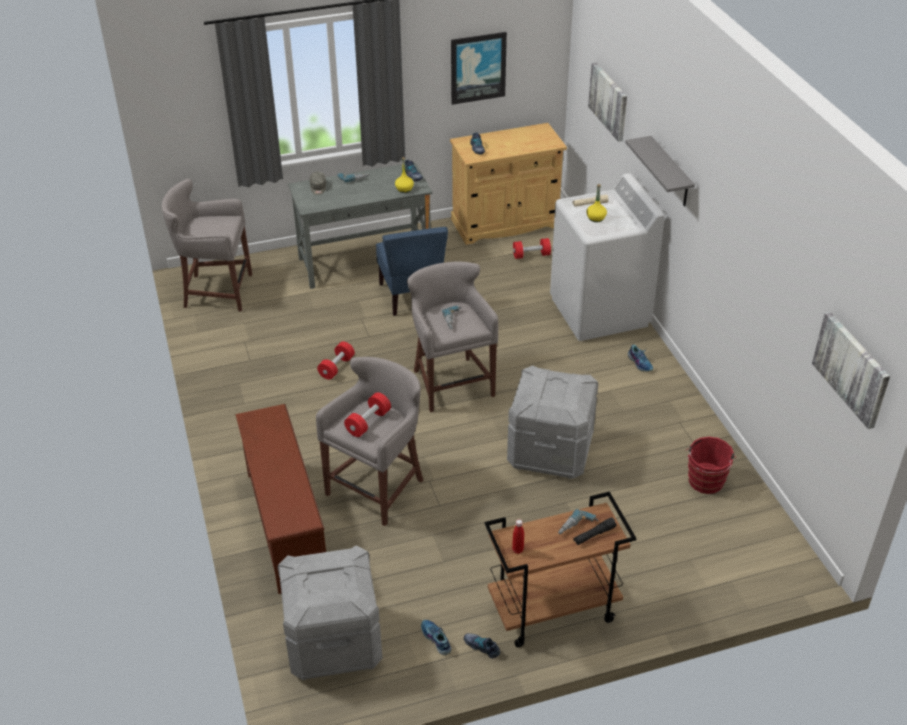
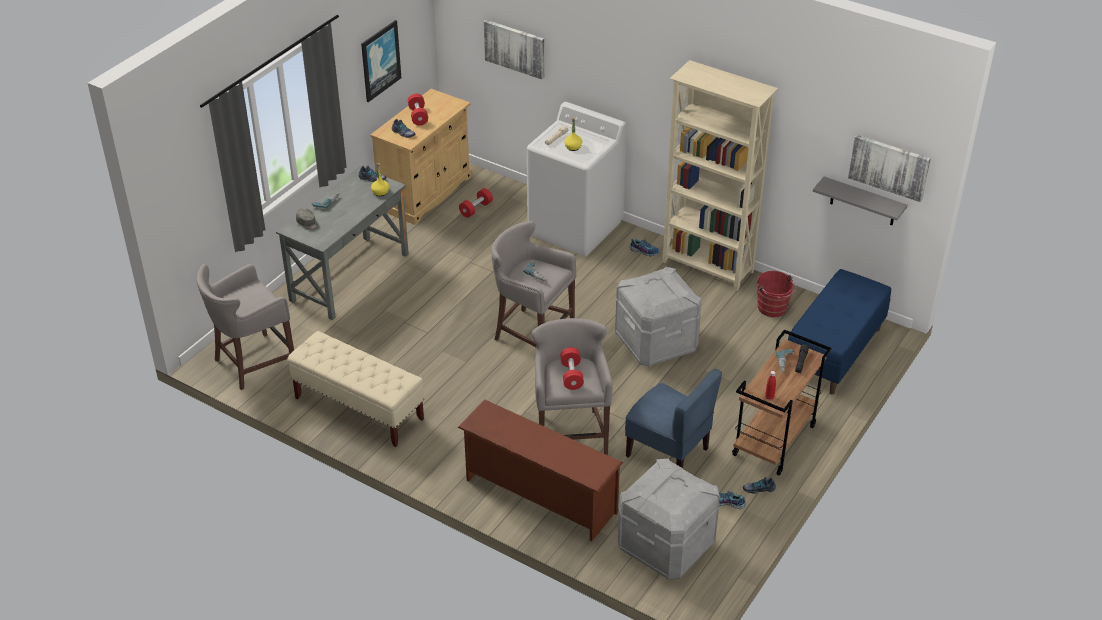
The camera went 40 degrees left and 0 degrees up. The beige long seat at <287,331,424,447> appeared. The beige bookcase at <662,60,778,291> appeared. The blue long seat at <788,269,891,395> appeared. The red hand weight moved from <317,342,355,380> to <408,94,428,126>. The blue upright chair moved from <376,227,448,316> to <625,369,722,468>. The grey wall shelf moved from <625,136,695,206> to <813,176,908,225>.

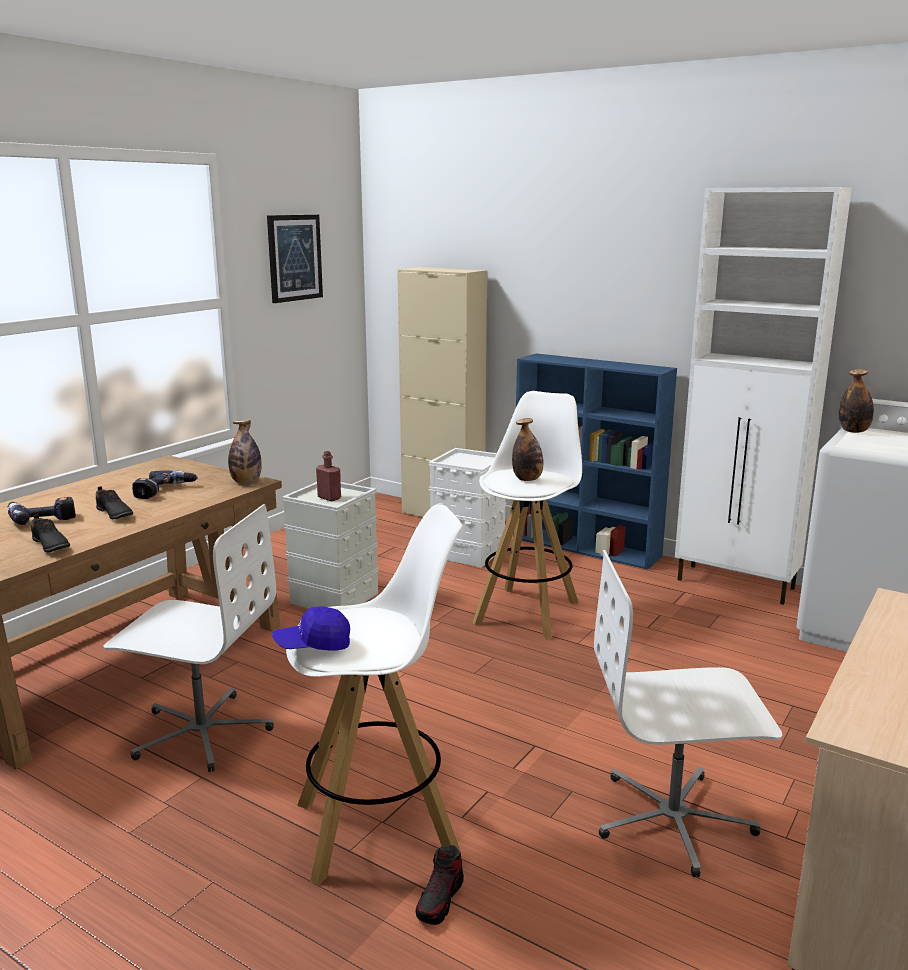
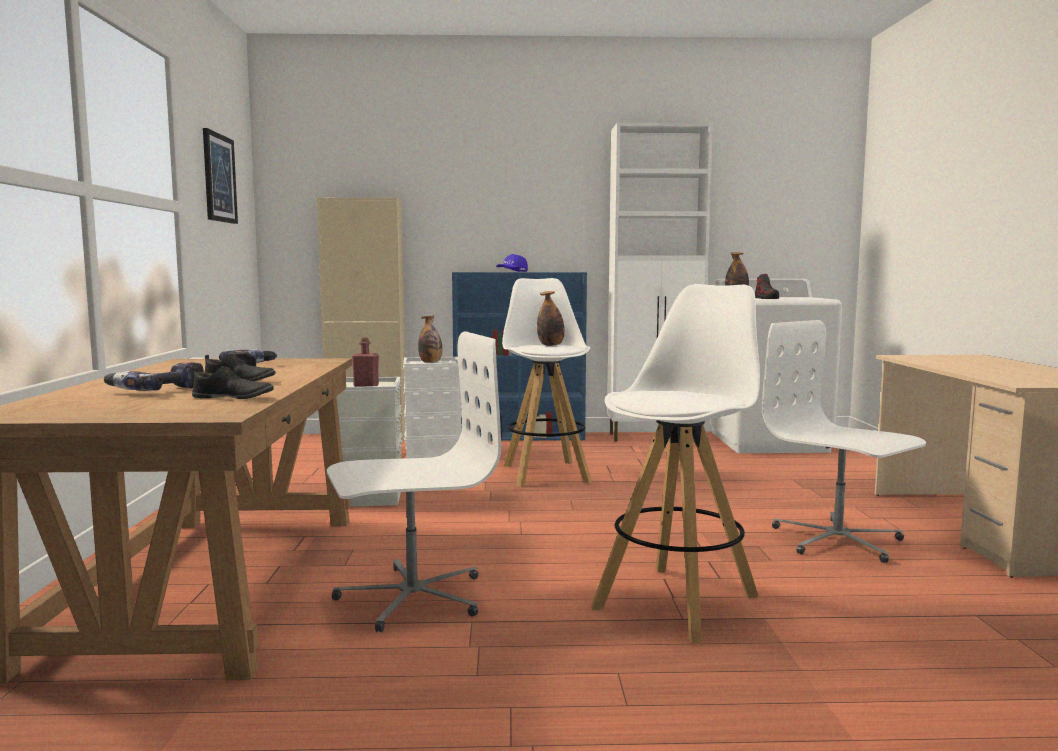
The camera went 35 degrees left and 10 degrees down. The beverage bottle moved from <228,420,262,484> to <418,315,442,363>. The blue peaked cap moved from <272,606,350,651> to <496,254,528,272>. The item of footwear moved from <416,845,464,925> to <755,274,779,299>. The white-coloured desk chair at <594,550,782,877> turned 90 degrees clockwise.

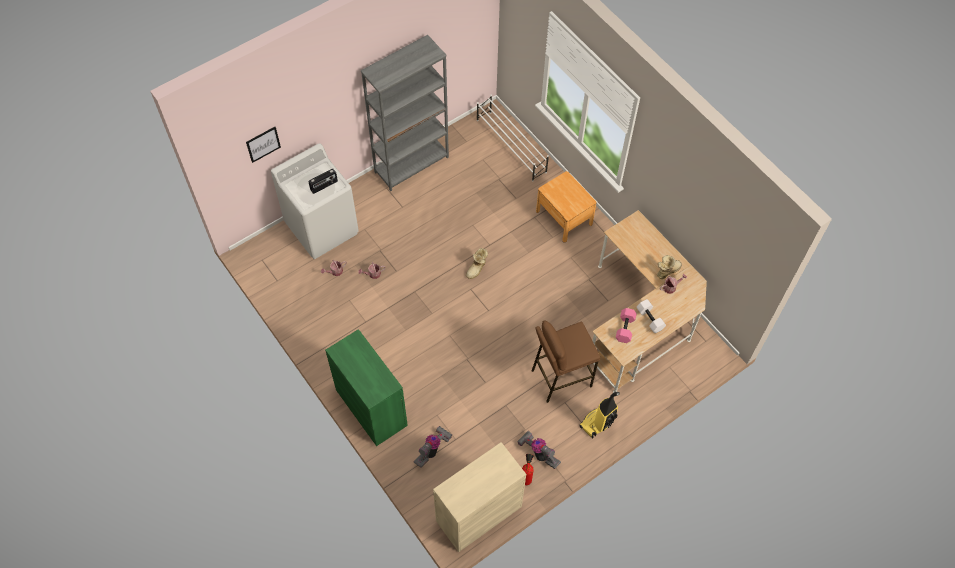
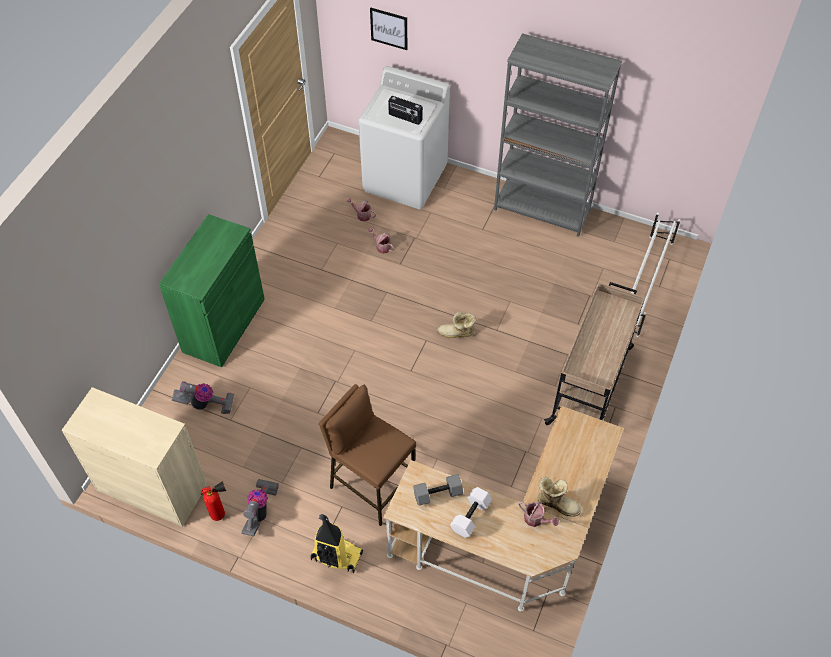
The camera went 60 degrees right and 5 degrees down. The brown night table at <536,171,597,243> was replaced by the beige cart at <544,282,645,425>. The pink-coloured hand weight at <616,308,637,343> became the grey hand weight at <413,474,463,505>.

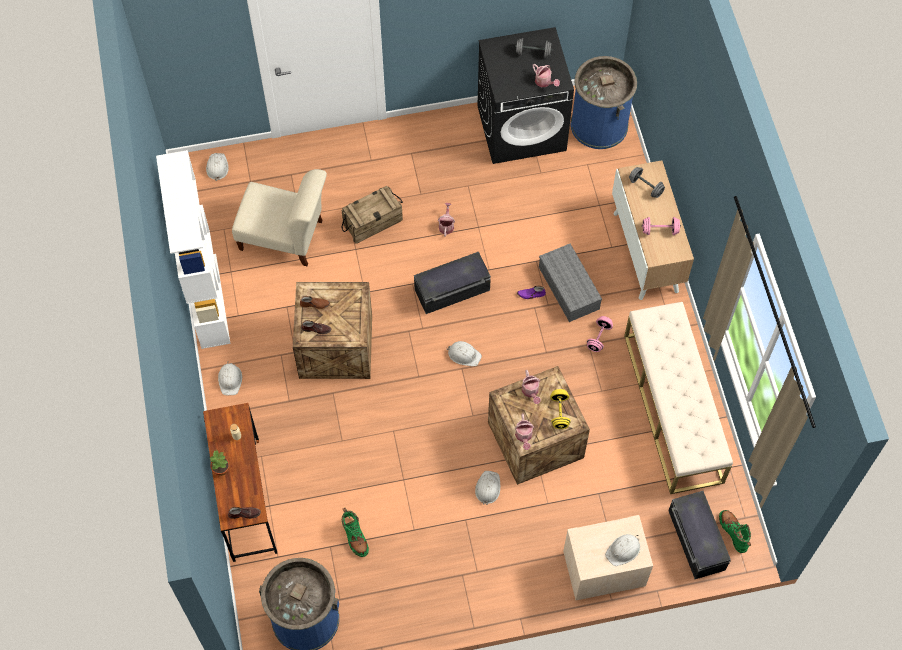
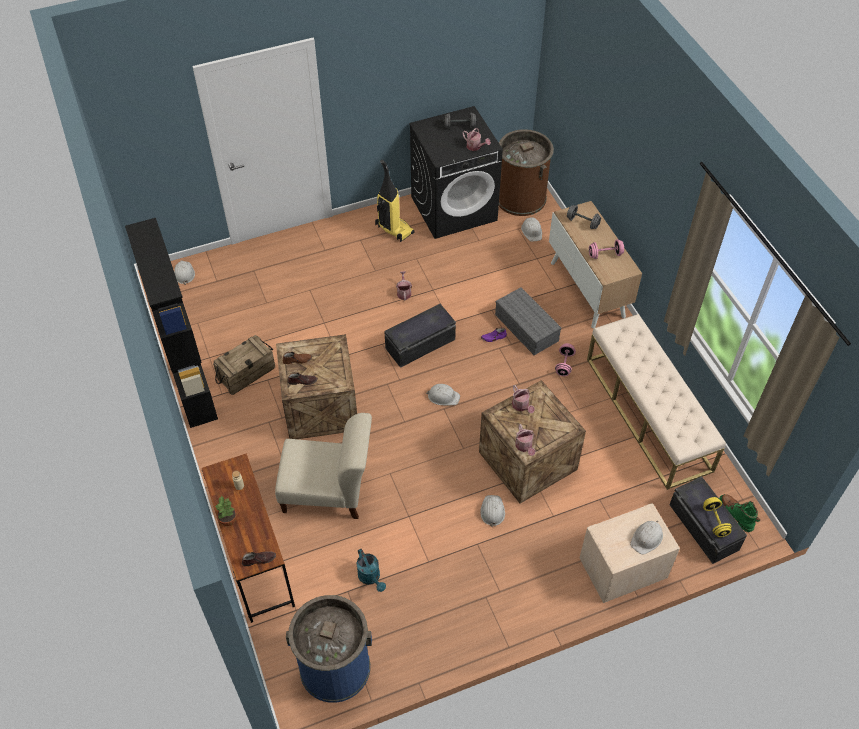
The camera went 10 degrees left and 10 degrees down. The hoover at <375,160,415,242> appeared. The white-coloured hard hat moved from <218,361,242,395> to <521,217,542,242>. The beige upright chair moved from <232,169,327,266> to <275,413,372,519>. The shipping crate moved from <341,186,403,244> to <213,335,275,395>. The yellow-coloured hand weight moved from <550,389,571,429> to <703,497,732,537>. The green-coloured high-top boot at <342,508,369,557> was replaced by the turquoise-coloured sprinkling can at <357,549,386,592>. The white-coloured bookcase at <156,150,231,349> became the black bookcase at <125,218,218,428>. The blue rubbish bin at <571,56,637,149> became the brown rubbish bin at <499,129,554,216>.

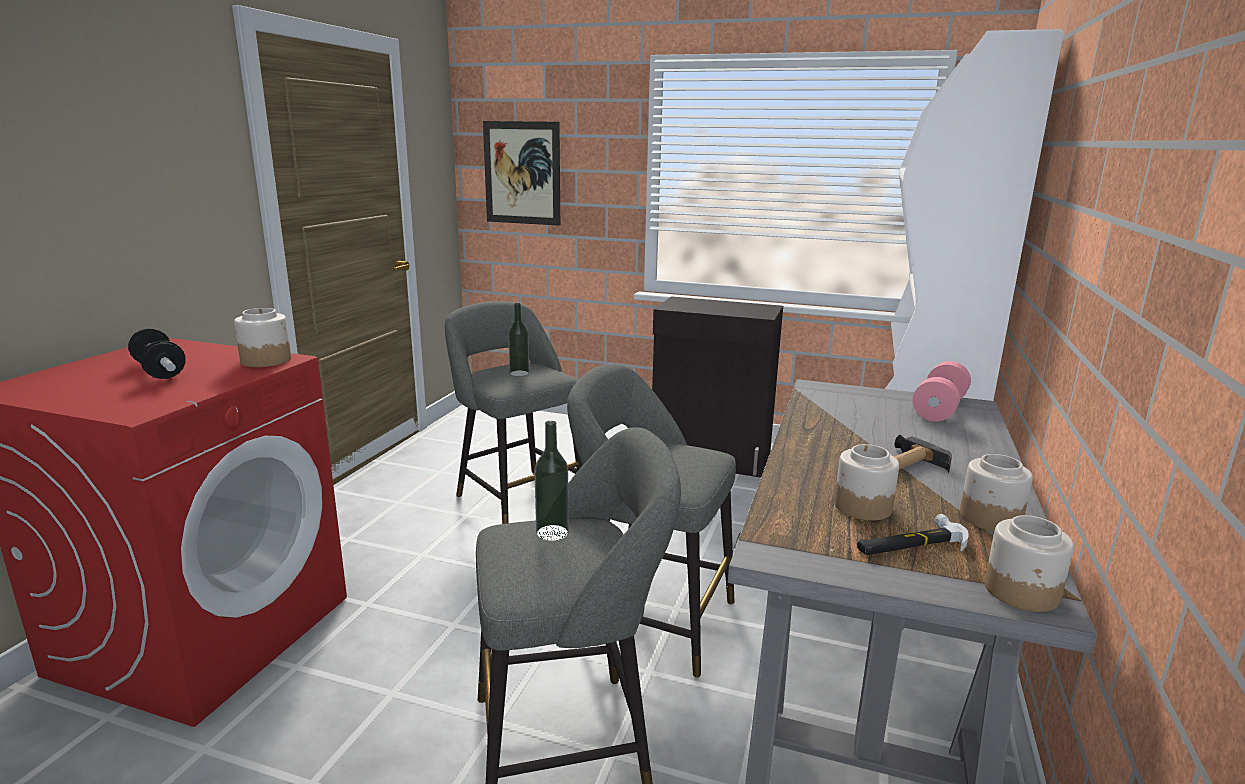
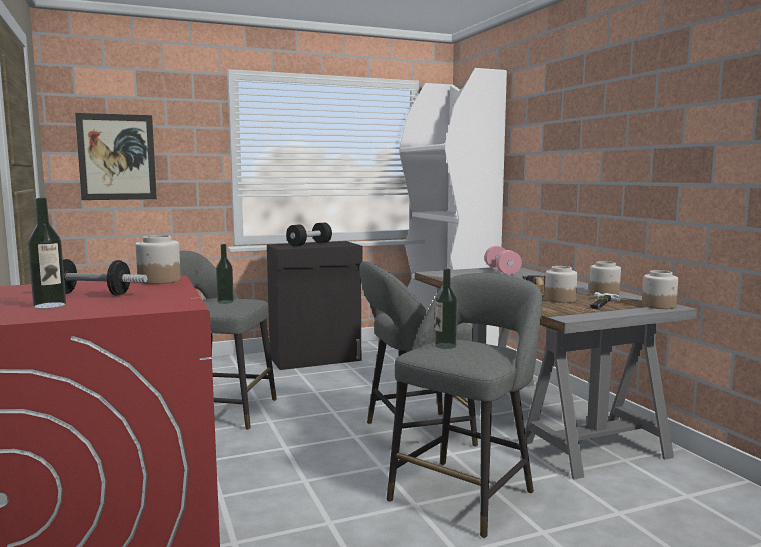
The camera went 40 degrees left and 10 degrees down. The beverage bottle at <28,198,66,309> appeared. The black hand weight at <286,223,332,246> appeared.

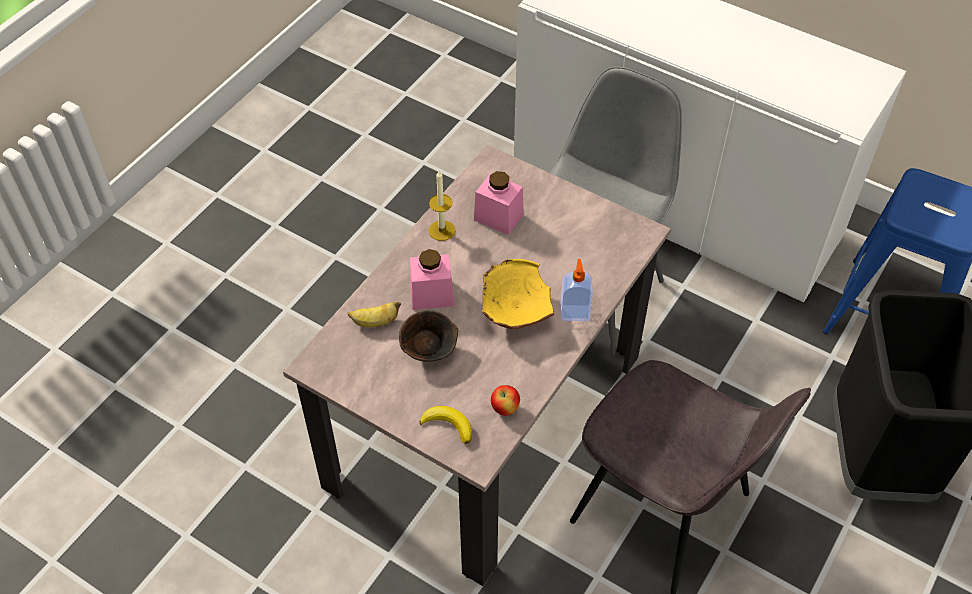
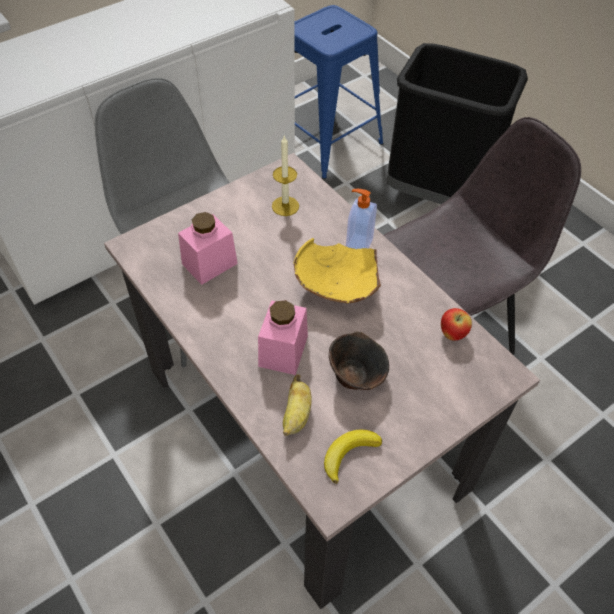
The camera went 70 degrees left and 0 degrees up. The whole banana moved from <419,406,472,444> to <324,429,382,484>. The wax light moved from <429,171,456,241> to <272,136,299,216>.

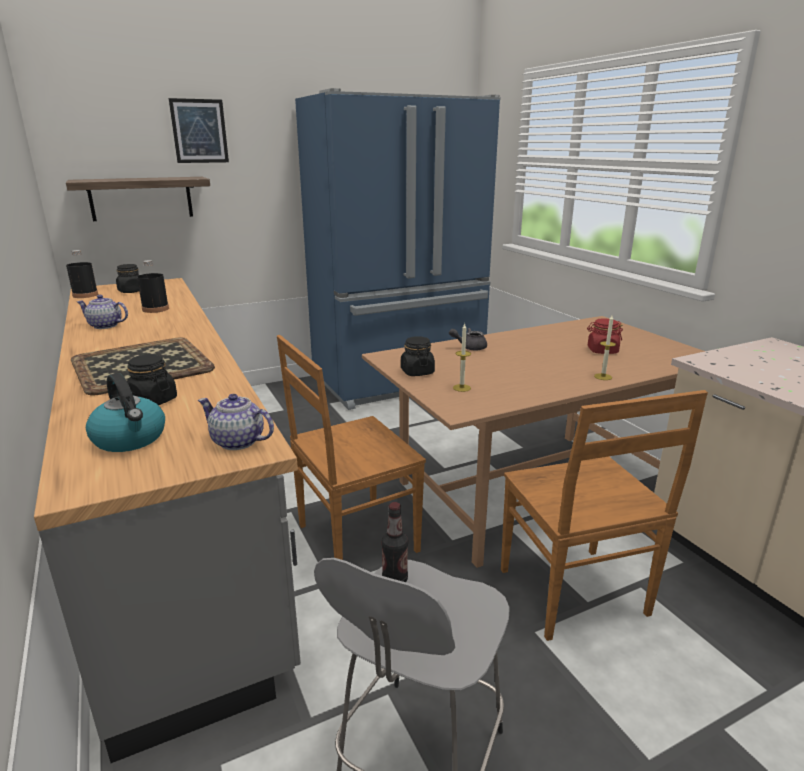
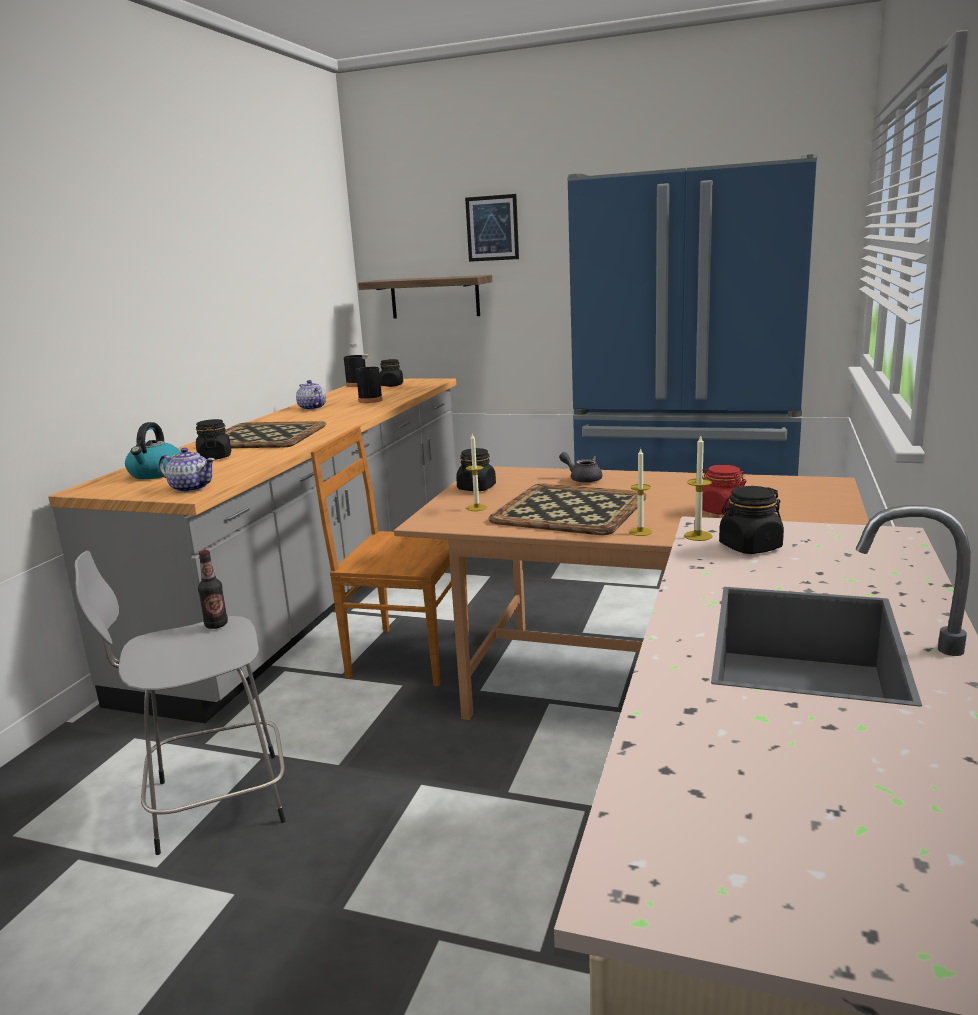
The camera went 45 degrees right and 5 degrees down. The brown upright chair at <501,390,708,641> disappeared. The tray at <488,484,647,535> appeared. The wax light at <684,434,712,541> appeared. The black jar at <719,486,784,554> appeared. The teapot at <198,394,274,450> turned 135 degrees clockwise.

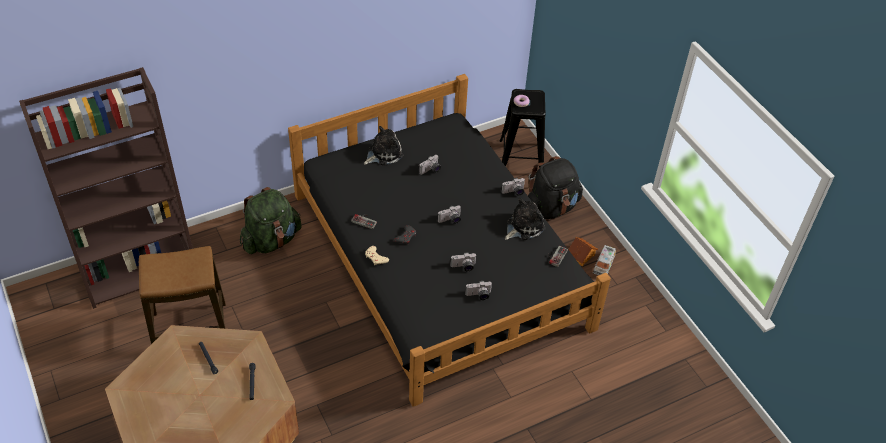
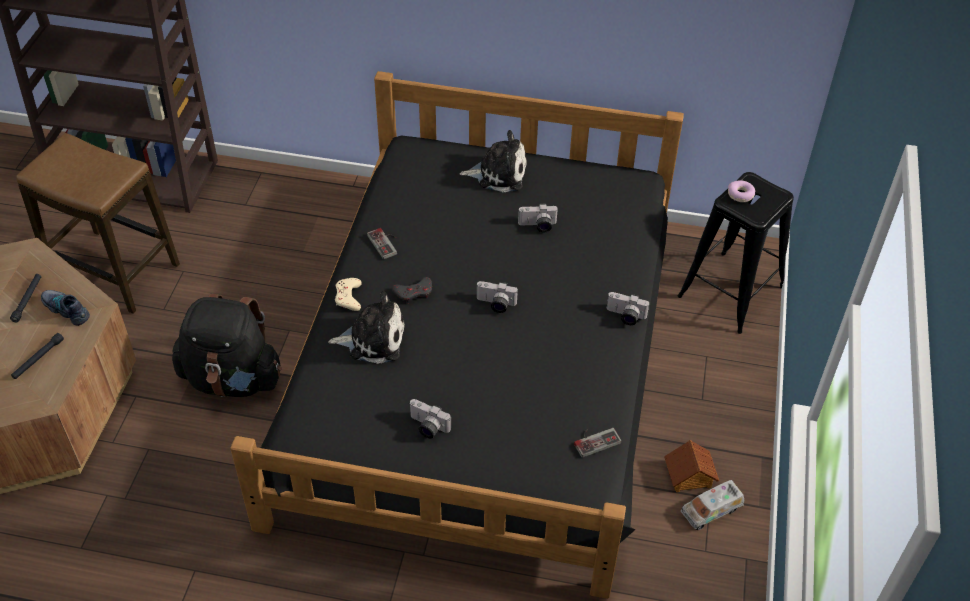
The camera went 40 degrees right and 0 degrees up. The green-coloured knapsack at <240,187,302,254> disappeared. The photo camera at <450,252,476,271> disappeared. The item of footwear at <41,290,90,326> appeared. The plush toy moved from <505,198,545,240> to <328,291,405,364>. The black knapsack moved from <528,156,583,219> to <172,294,282,397>.

